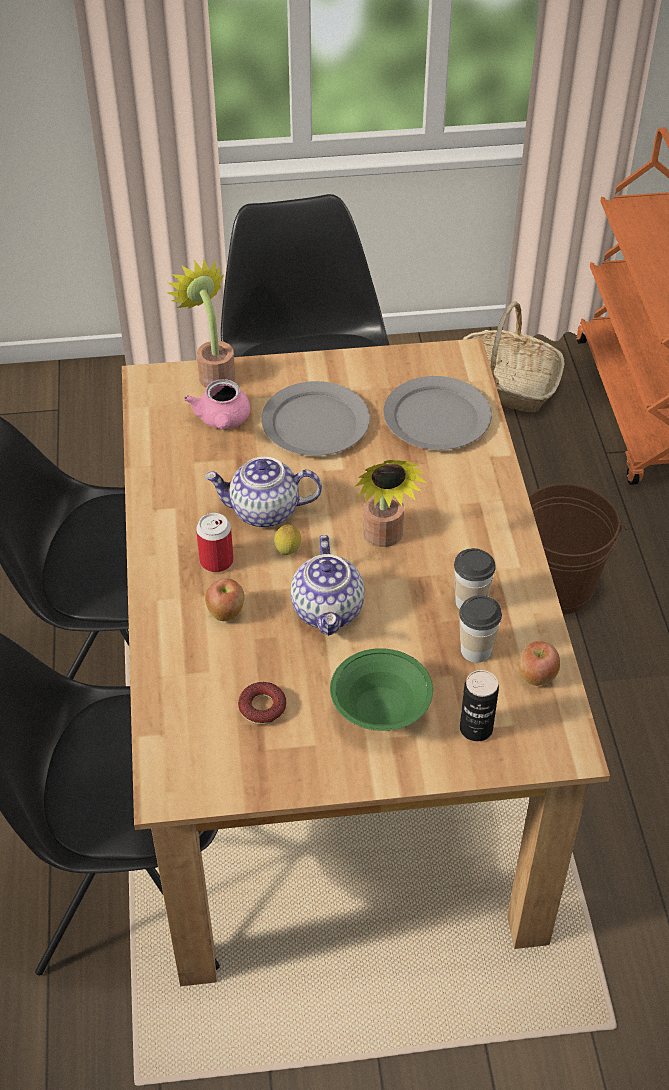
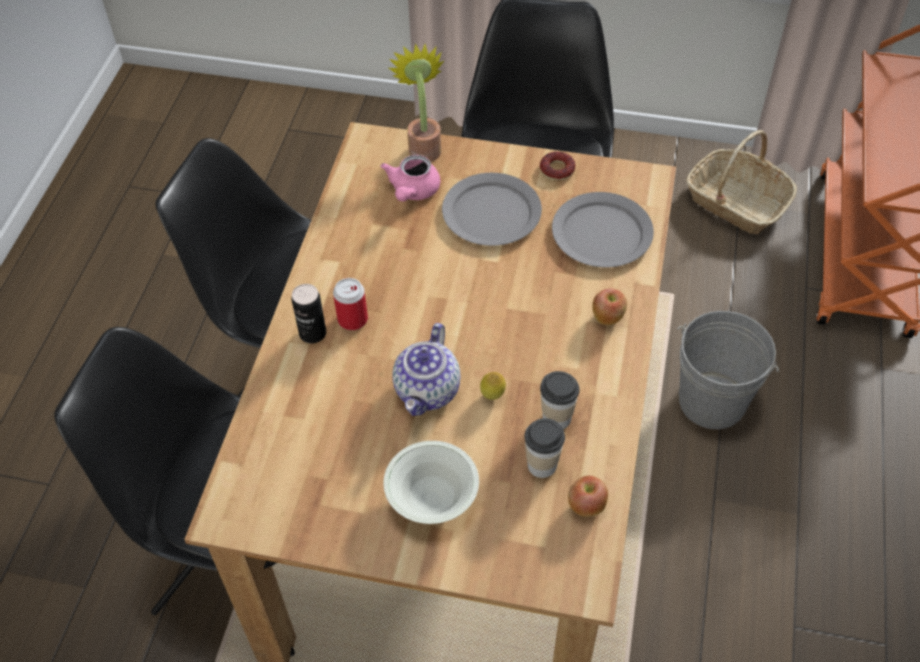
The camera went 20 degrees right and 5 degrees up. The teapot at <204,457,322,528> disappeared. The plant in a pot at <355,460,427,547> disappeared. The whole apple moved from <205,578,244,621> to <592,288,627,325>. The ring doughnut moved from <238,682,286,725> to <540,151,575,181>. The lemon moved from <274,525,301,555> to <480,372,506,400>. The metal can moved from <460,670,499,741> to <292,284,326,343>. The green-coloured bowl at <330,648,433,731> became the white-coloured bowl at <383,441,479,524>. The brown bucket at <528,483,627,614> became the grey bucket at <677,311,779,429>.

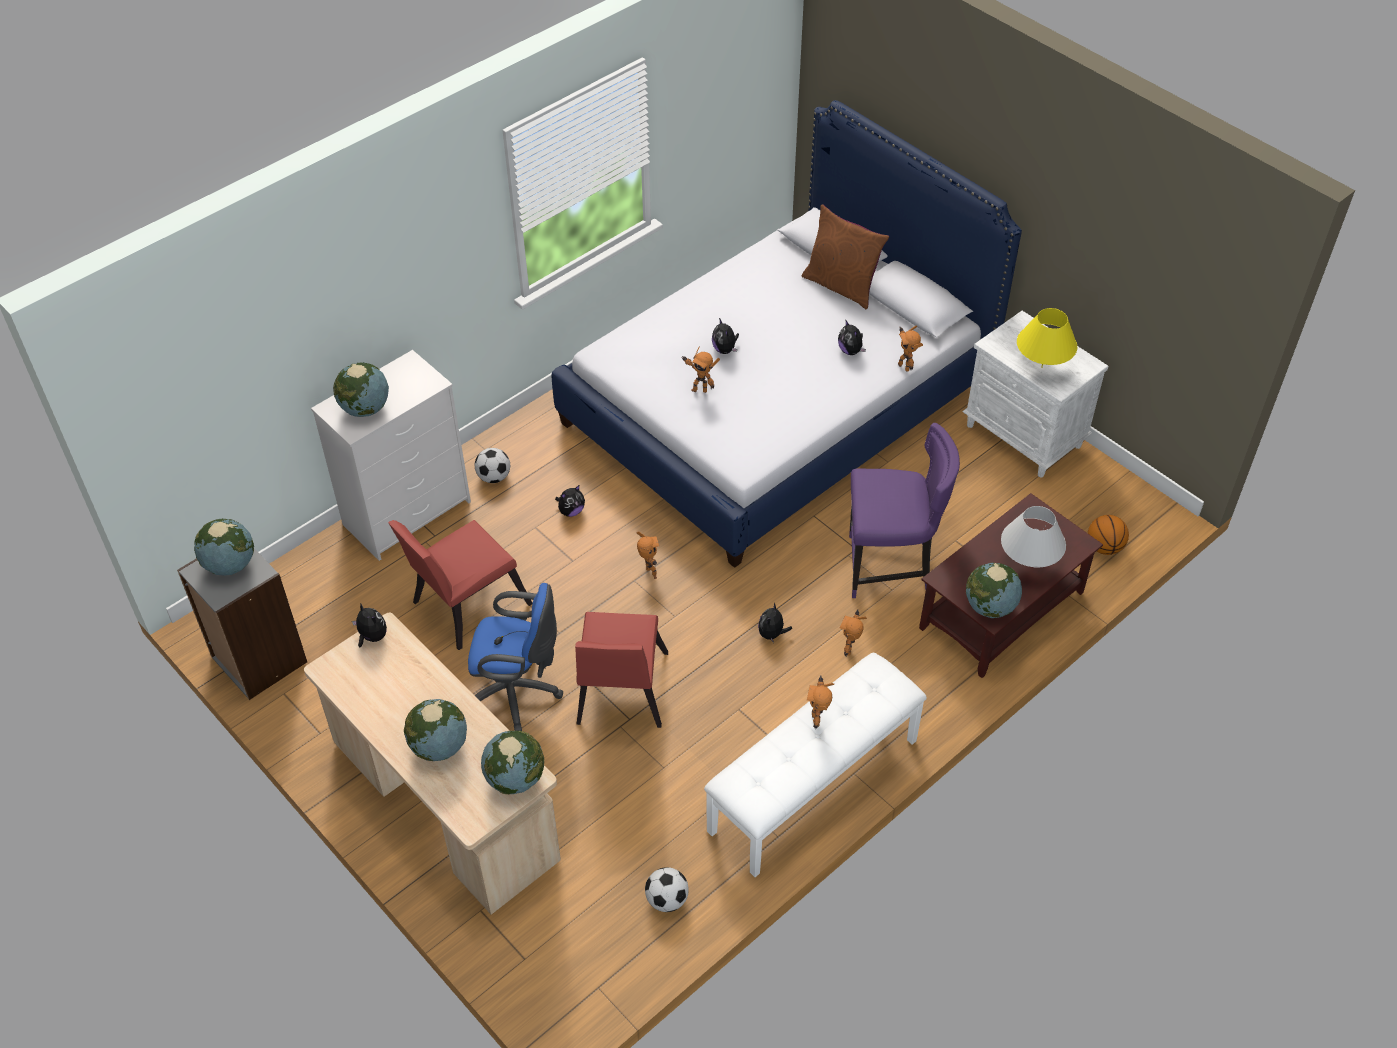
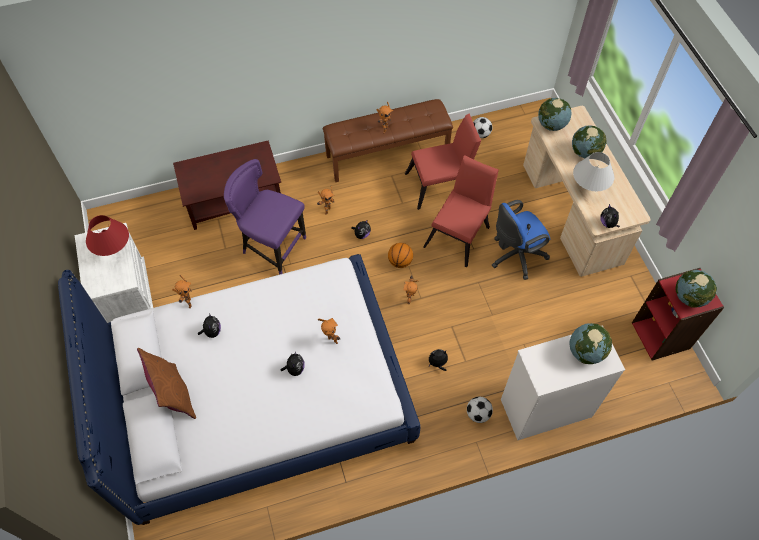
The camera went 155 degrees left and 10 degrees up. The desk globe at <966,563,1022,618> disappeared. The red upright chair moved from <388,520,532,650> to <405,114,481,210>. The white-coloured lamp for a table moved from <1001,506,1066,567> to <573,152,614,191>. The ball for basketball moved from <1088,515,1129,555> to <388,243,413,268>. The grey bookcase at <177,548,307,700> became the red bookcase at <632,268,724,361>. The white-coloured long seat at <704,653,927,877> became the brown long seat at <323,99,453,182>. The yellow-coloured lamp for a table at <1017,308,1077,368> became the red lamp for a table at <86,215,129,256>. The blue desk chair at <468,583,563,731> turned 60 degrees counterclockwise.

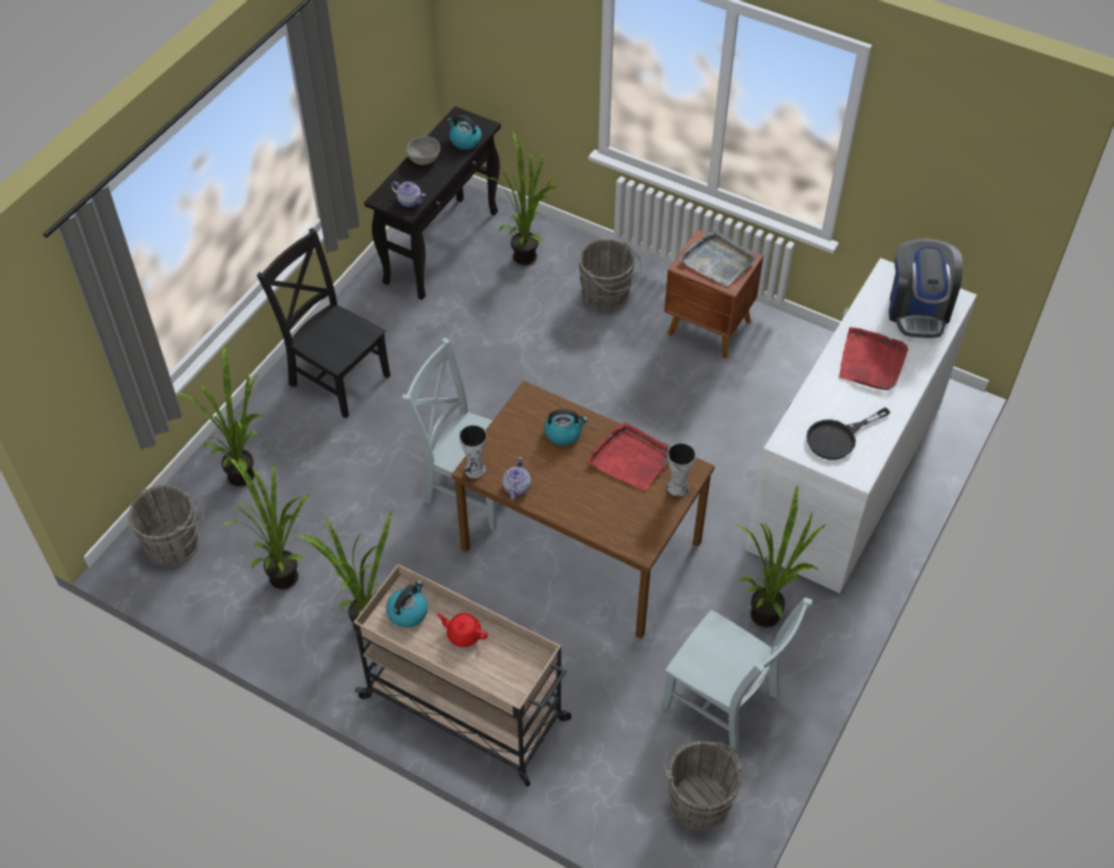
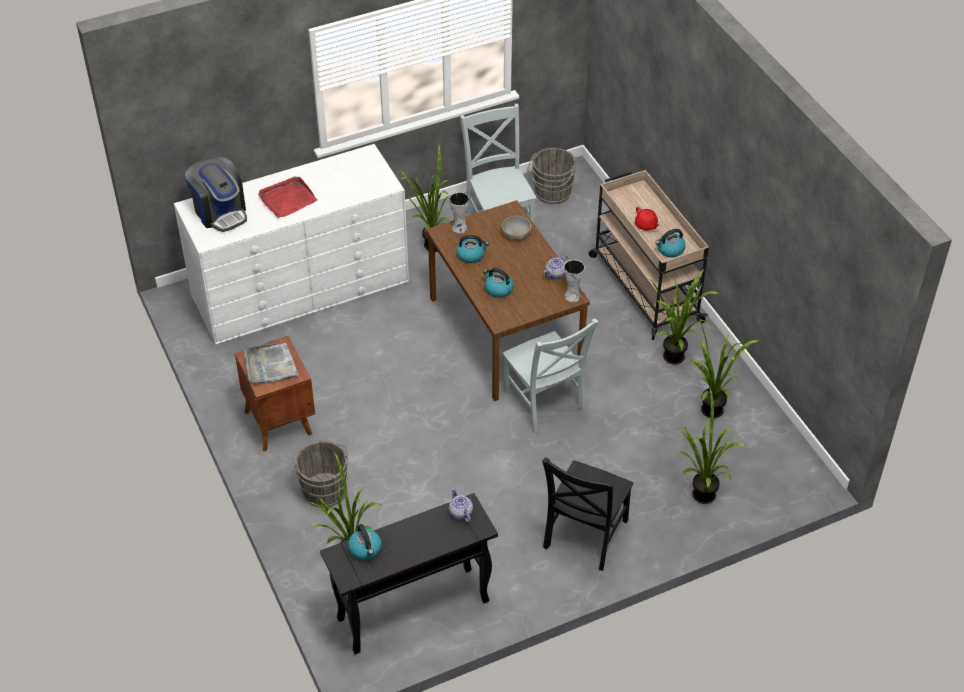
The camera went 145 degrees left and 5 degrees down. The grey bucket at <128,485,204,567> disappeared. The black skillet at <806,407,890,460> disappeared. The grey bowl moved from <406,136,440,165> to <502,216,532,240>. The red tray at <587,423,670,491> was replaced by the kettle at <456,235,489,263>. The black upright chair at <257,228,390,418> turned 45 degrees clockwise. The coffee machine at <889,238,963,338> turned 105 degrees clockwise.

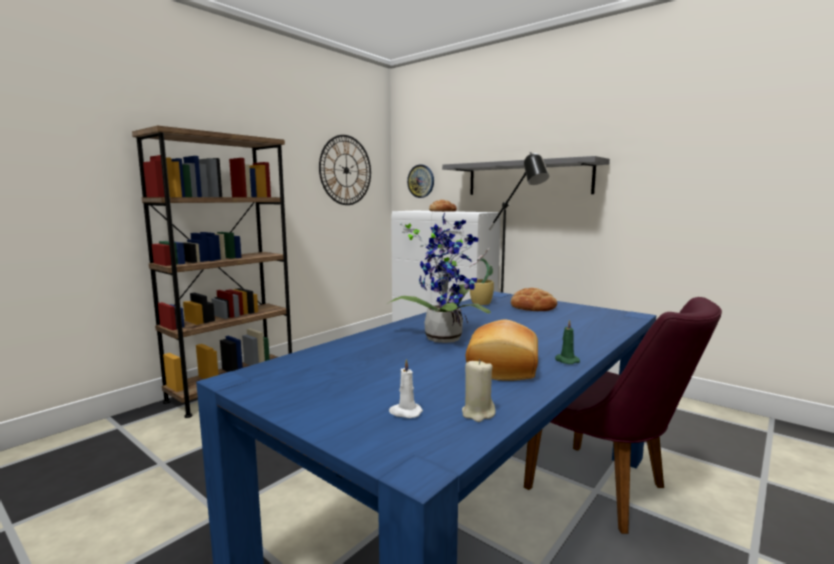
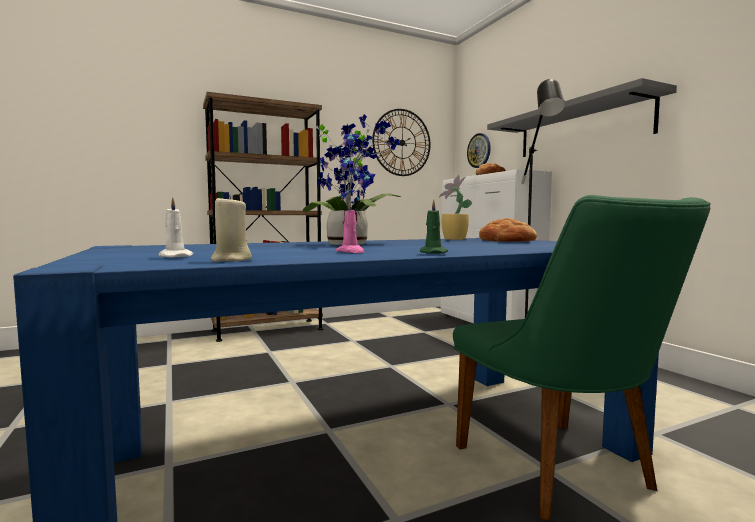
The camera went 25 degrees right and 5 degrees down. The baked bread at <466,320,538,381> was replaced by the pink-coloured wax light at <336,201,364,253>. The purple upright chair at <524,297,722,534> became the green-coloured upright chair at <453,195,711,521>.

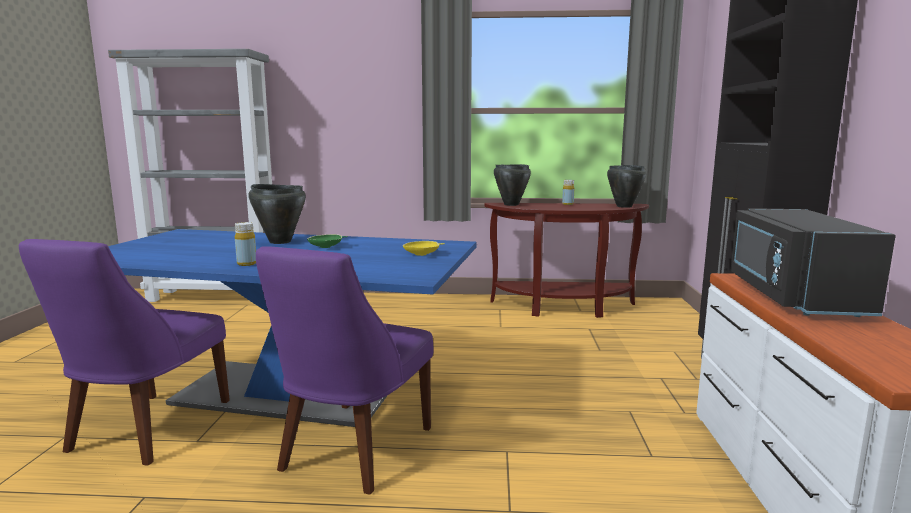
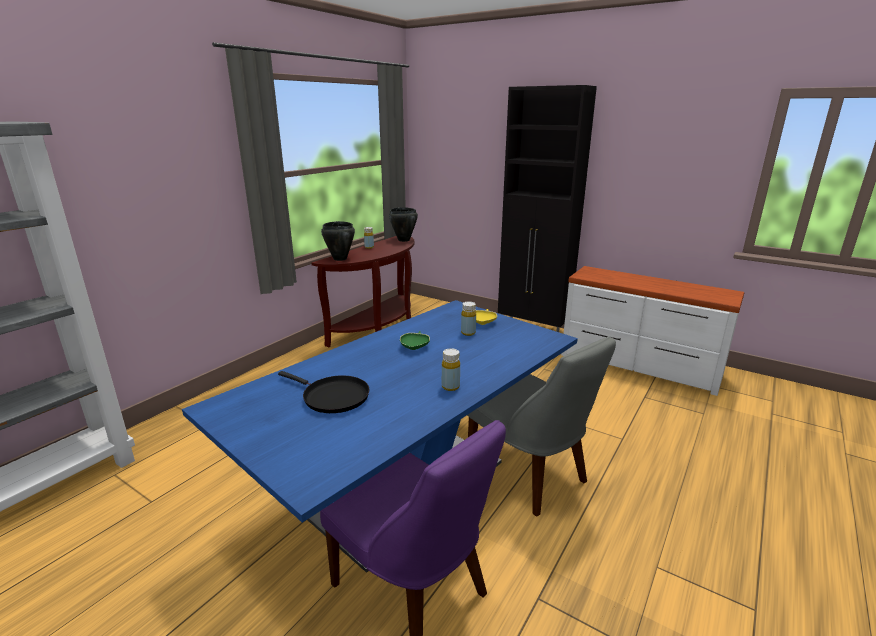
The camera went 60 degrees left and 10 degrees up. The black cooking pot at <248,184,306,244> disappeared. The black microwave at <731,208,896,317> disappeared. The black skillet at <278,371,369,413> appeared. The yellow-coloured beverage bottle at <461,302,476,336> appeared. The purple upright chair at <256,246,433,495> became the grey upright chair at <467,337,616,516>.

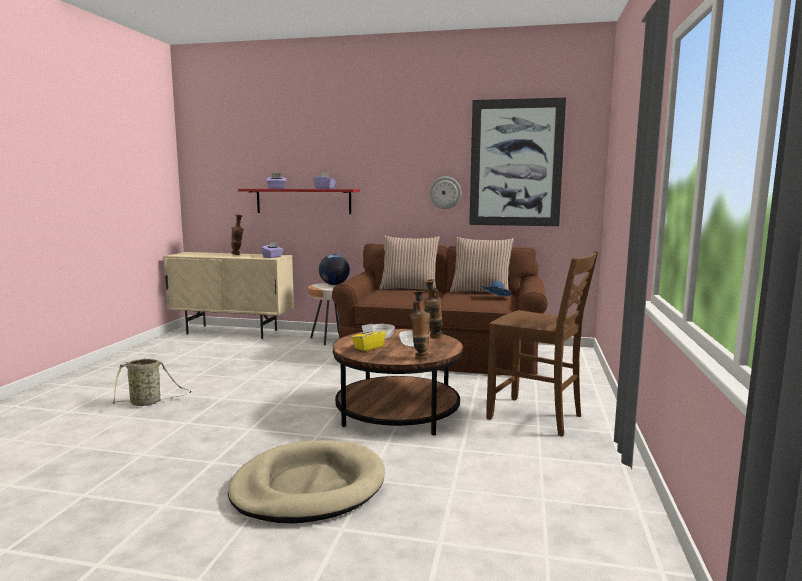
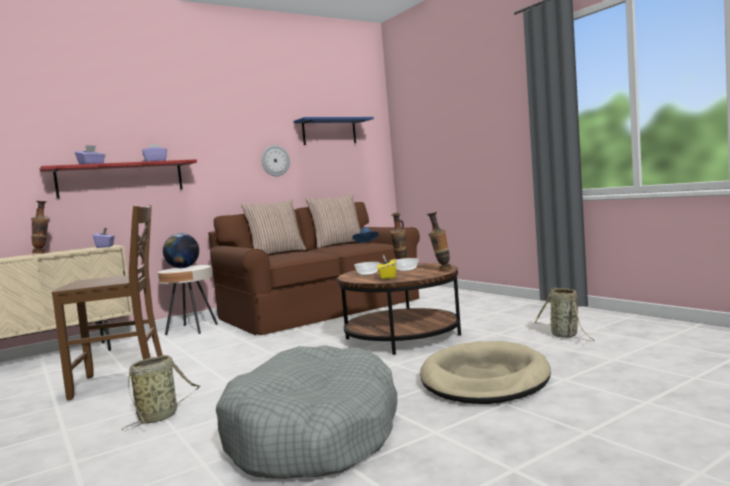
The camera went 45 degrees left and 5 degrees down. The grey dog cushion at <216,345,397,479> appeared. The basket at <534,288,594,342> appeared. The brown upright chair moved from <486,251,598,436> to <52,205,163,400>. The picture at <469,98,566,226> was replaced by the blue wall shelf at <294,117,374,145>.

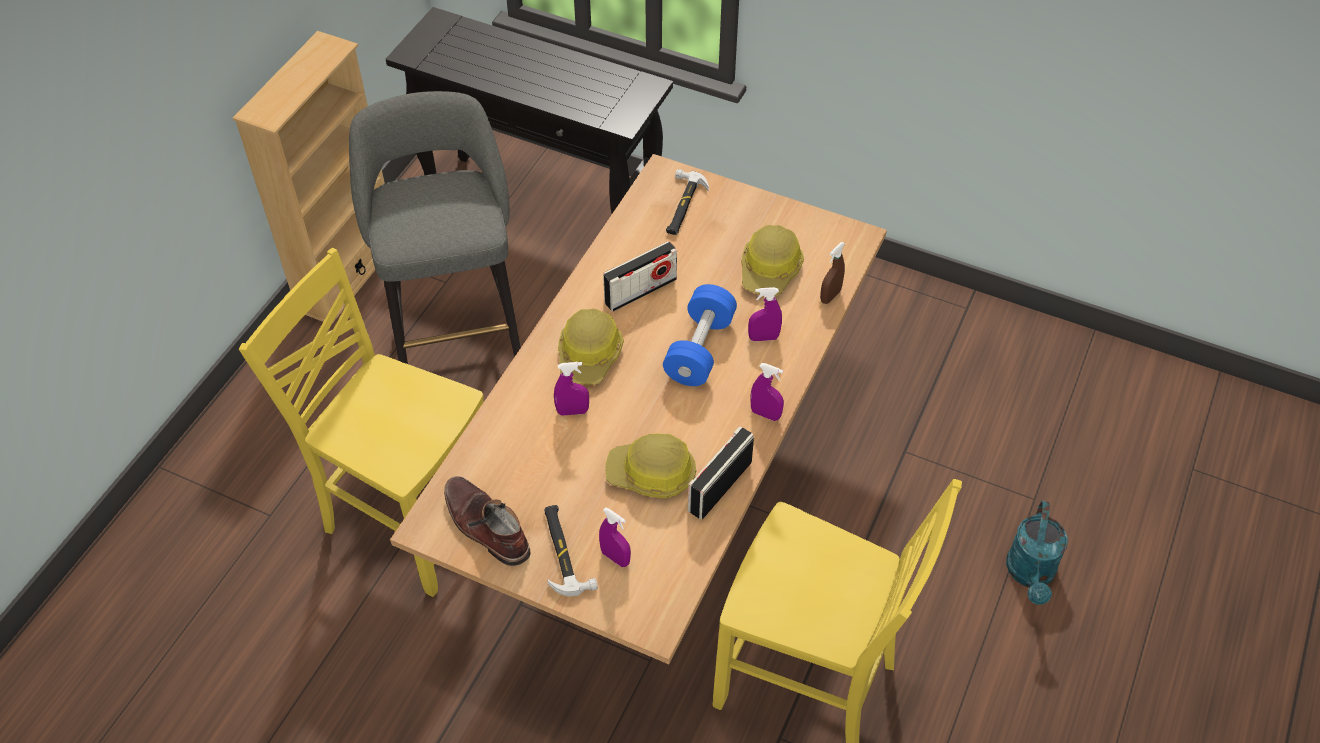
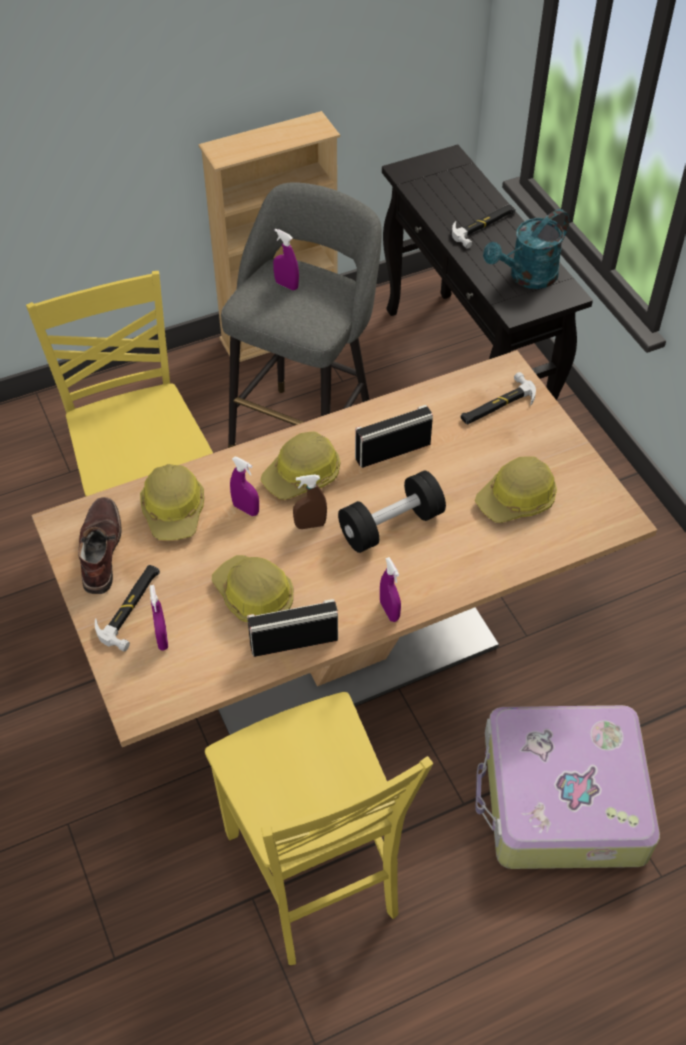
The camera went 40 degrees right and 0 degrees up. The hard hat at <140,464,204,540> appeared. The hammer at <452,204,516,248> appeared. The suitcase at <475,705,660,869> appeared. The purple hand sprayer moved from <748,287,782,341> to <273,228,299,290>. The brown hand sprayer moved from <820,242,845,304> to <293,474,327,529>. The turquoise-coloured sprinkling can moved from <1006,501,1068,605> to <483,209,570,289>. The blue hand weight at <663,284,737,386> became the black hand weight at <338,470,446,553>. The radio at <603,241,677,312> turned 150 degrees clockwise.

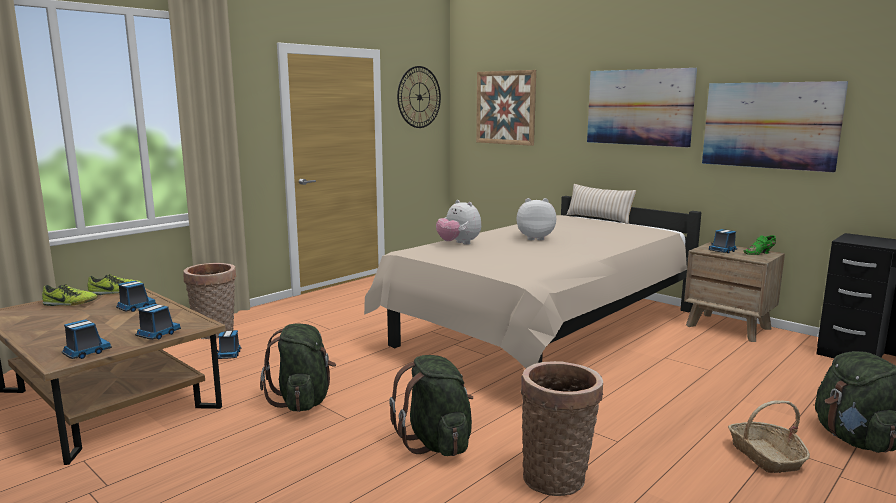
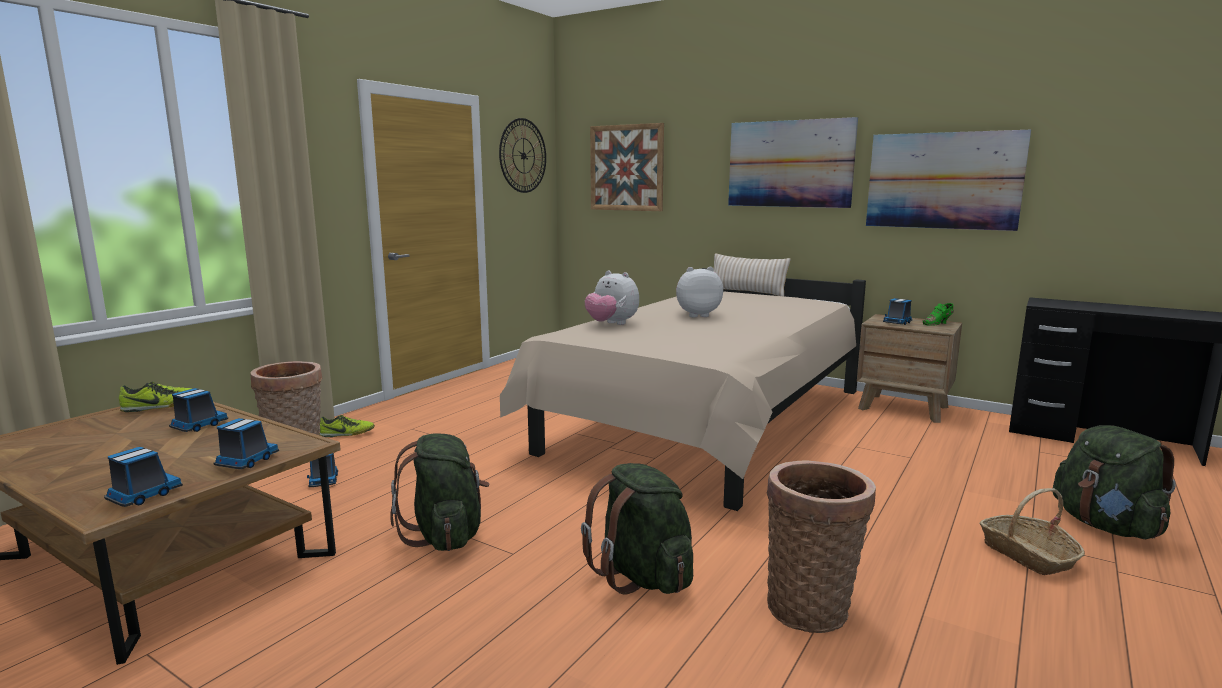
The camera went 10 degrees left and 0 degrees up. The item of footwear moved from <42,284,98,306> to <320,415,375,437>.

